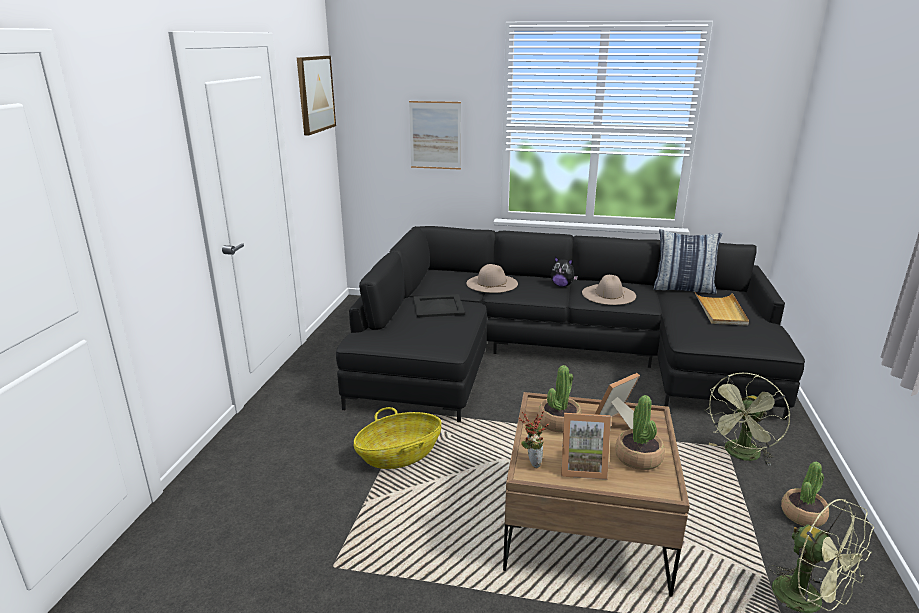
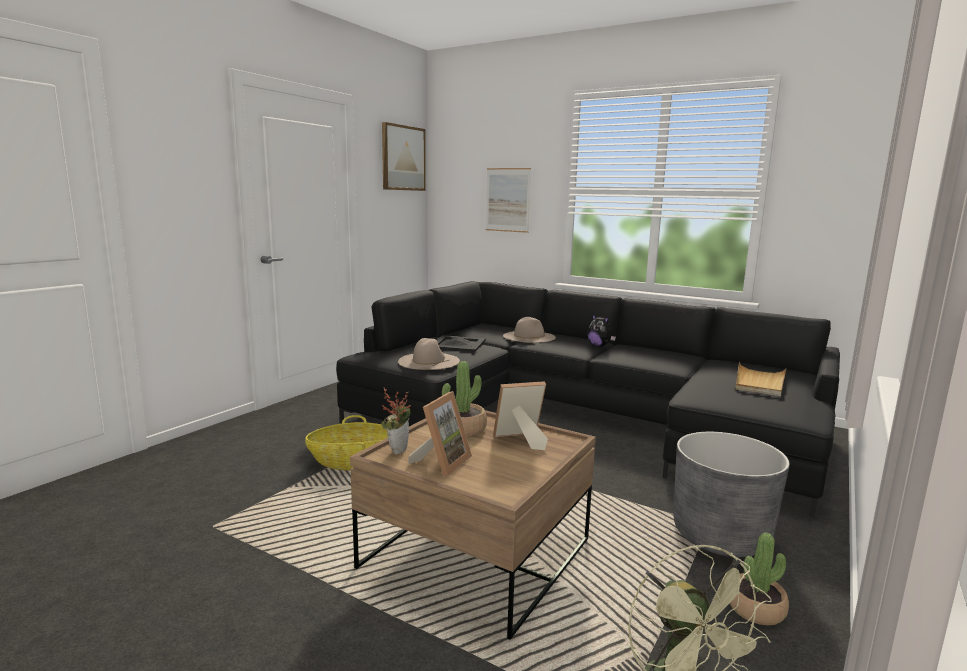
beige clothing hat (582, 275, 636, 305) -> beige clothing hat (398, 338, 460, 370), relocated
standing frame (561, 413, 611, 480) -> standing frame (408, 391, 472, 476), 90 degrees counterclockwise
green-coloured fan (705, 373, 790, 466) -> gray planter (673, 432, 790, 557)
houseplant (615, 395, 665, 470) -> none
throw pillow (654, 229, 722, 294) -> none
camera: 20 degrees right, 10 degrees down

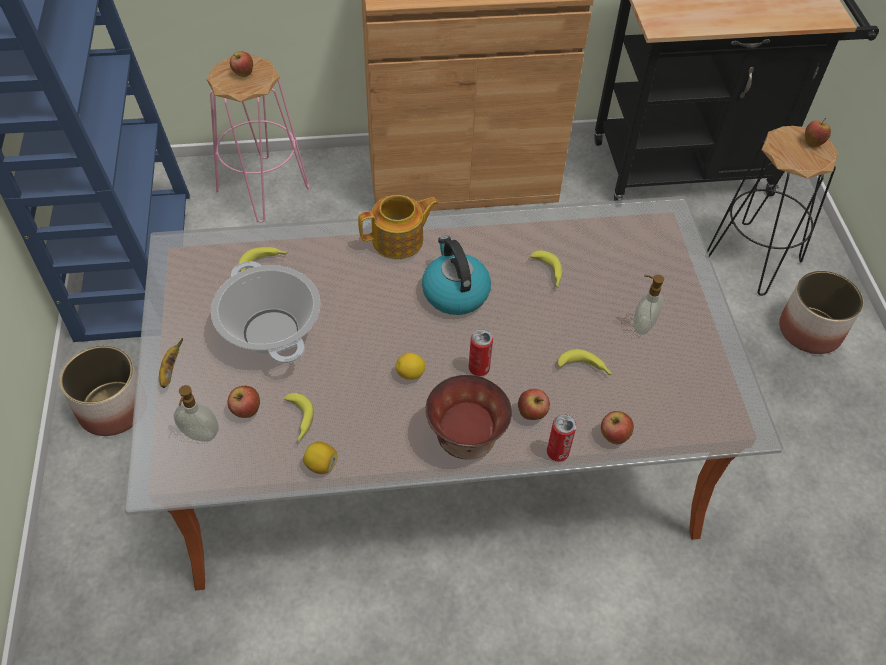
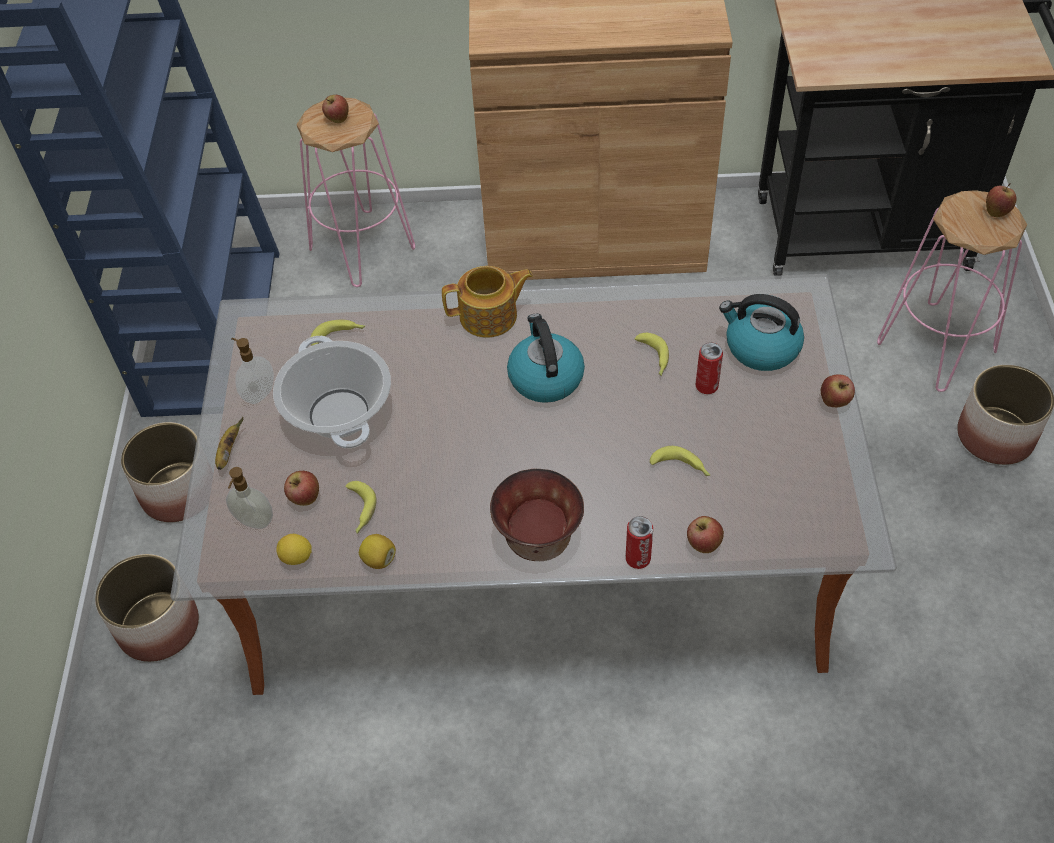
none -> planter (95, 554, 199, 662)
liquid soap bottle (633, 275, 664, 335) -> liquid soap bottle (231, 338, 274, 404), relocated
whole lemon (396, 353, 426, 380) -> whole lemon (276, 534, 312, 565), relocated
sealed can (469, 329, 493, 376) -> sealed can (696, 342, 723, 394), relocated
none -> tea kettle (719, 294, 804, 371)
whole apple (518, 389, 550, 420) -> whole apple (821, 374, 855, 407), relocated
black sitting stool (707, 126, 838, 296) -> pink sitting stool (877, 190, 1027, 392)
camera: 10 degrees right, 0 degrees up

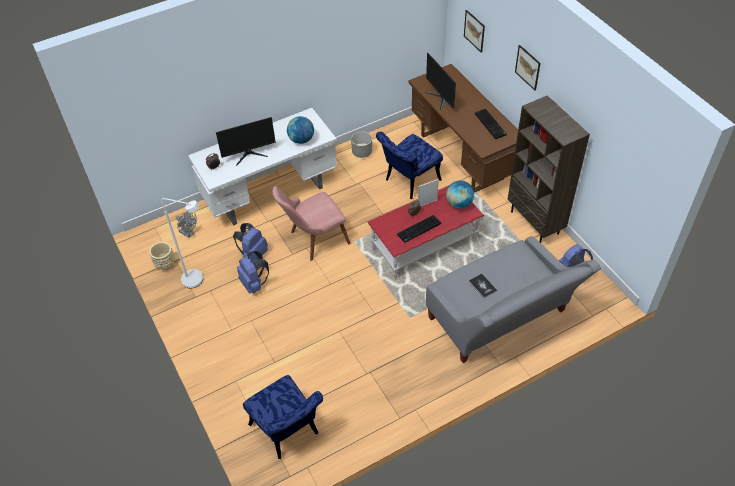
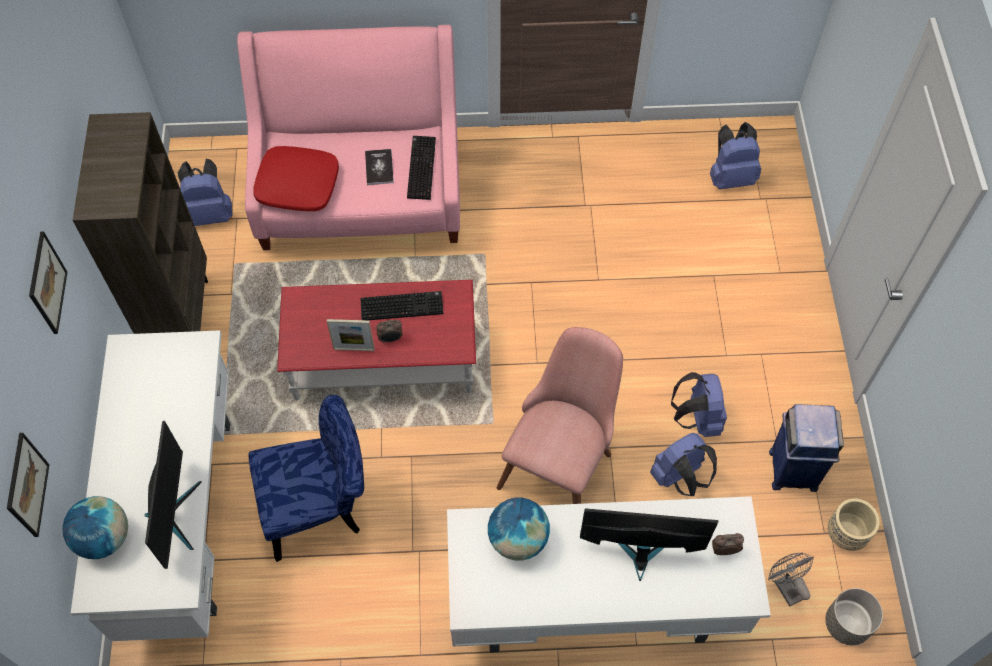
world globe (446, 180, 474, 209) -> world globe (62, 496, 128, 559), relocated
brown-coloured desk table (408, 64, 518, 192) -> white-coloured desk table (71, 330, 230, 641)
gray settee (426, 236, 601, 363) -> pink settee (237, 25, 460, 250)
none -> red-coloured throw pillow (253, 146, 339, 211)
PC keyboard (475, 109, 507, 139) -> PC keyboard (407, 136, 436, 200), relocated
pink upright chair (272, 186, 351, 261) -> pink upright chair (497, 327, 623, 504), 60 degrees counterclockwise
blue upright chair (243, 375, 323, 459) -> blue rucksack (710, 122, 761, 190)
white-coloured standard lamp (162, 198, 203, 289) -> blue rubbish bin (769, 404, 844, 492)
gray planter (351, 132, 372, 158) -> gray planter (825, 588, 883, 645), relocated
camera: 155 degrees left, 10 degrees up

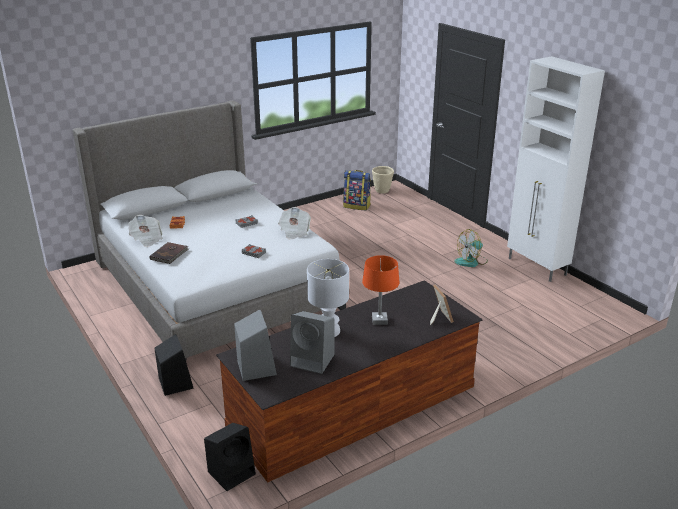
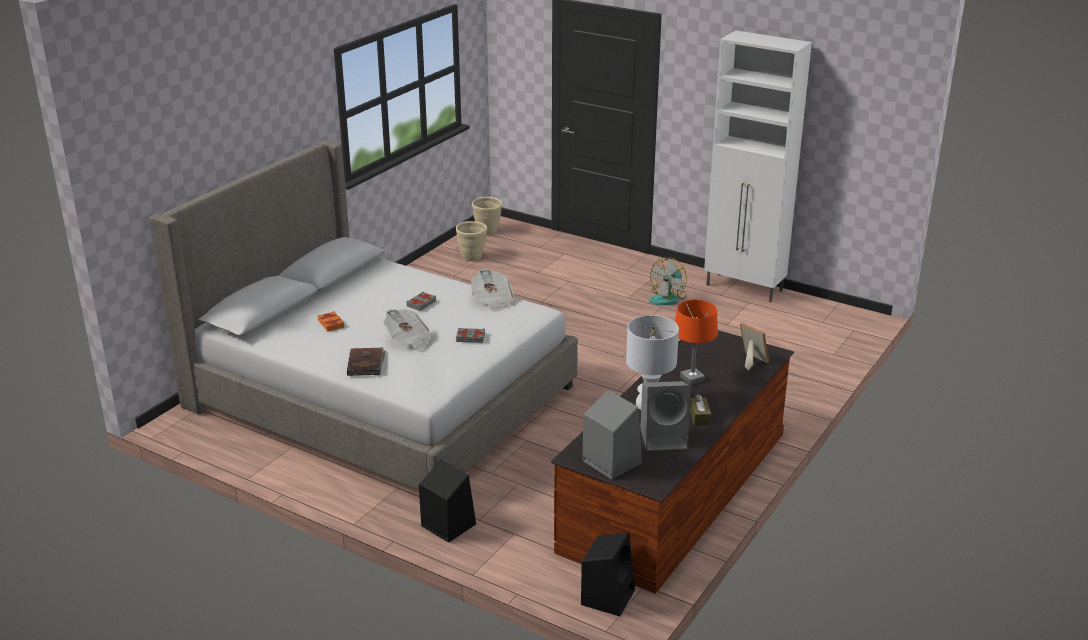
daily paper (128, 215, 163, 247) -> daily paper (384, 309, 433, 350), relocated
rucksack (343, 170, 371, 210) -> beige planter (456, 221, 487, 261)
none -> brown-coloured tissue holder (690, 394, 711, 426)
camera: 25 degrees left, 0 degrees up

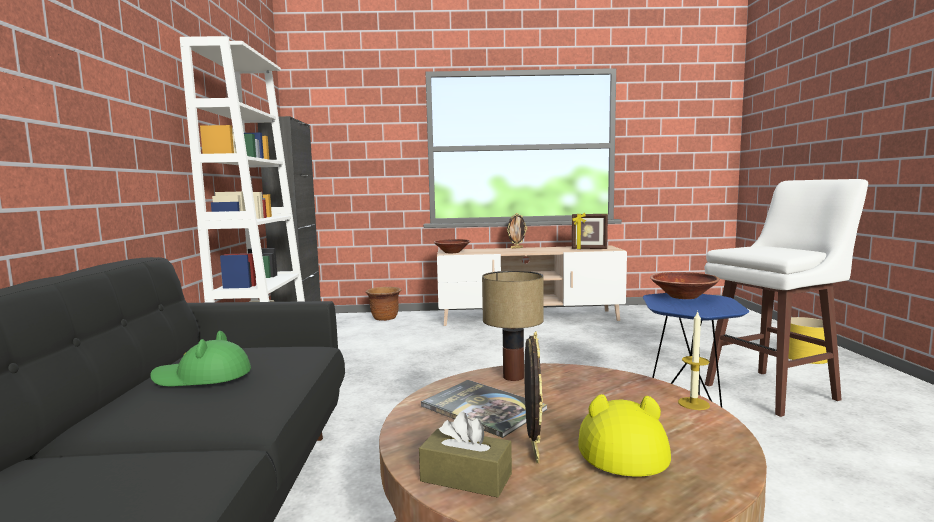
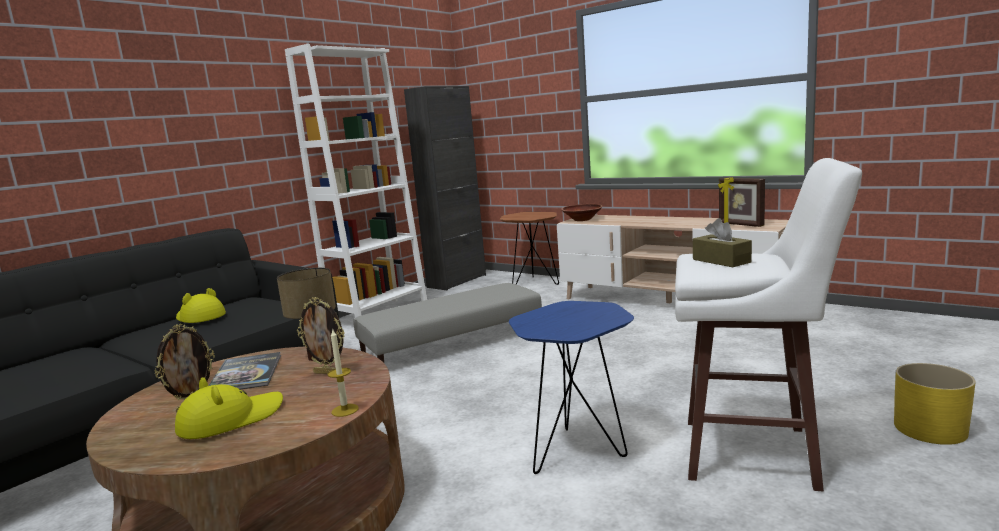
green-coloured clothing hat (150, 331, 251, 386) -> yellow clothing hat (176, 288, 226, 323)
standing frame (507, 213, 527, 249) -> standing frame (297, 297, 344, 374), relocated
none -> gray pouffe (353, 283, 542, 363)
brown-coloured planter (366, 287, 402, 321) -> brown-coloured end table (500, 212, 559, 285)
brown-coloured tissue holder (419, 412, 512, 498) -> brown-coloured tissue holder (693, 218, 752, 267), relocated
brown-coloured bowl (650, 272, 720, 299) -> none
camera: 40 degrees right, 5 degrees up

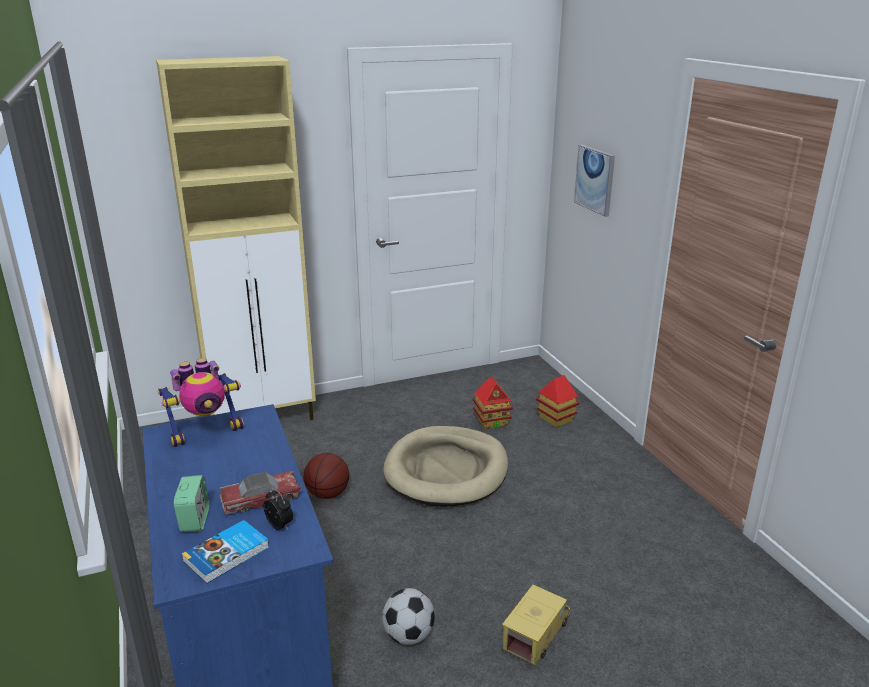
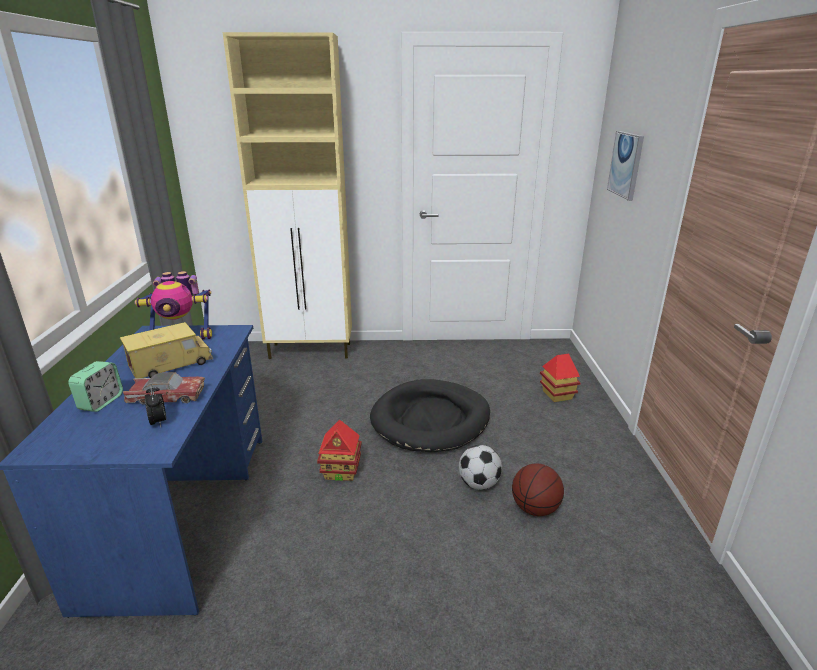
toy truck (502, 585, 570, 665) -> toy truck (120, 322, 213, 378), relocated
miniature house (473, 376, 513, 429) -> miniature house (317, 420, 362, 481), relocated
beige pet bed (383, 426, 508, 507) -> black pet bed (370, 379, 490, 452)
football (382, 588, 435, 645) -> football (459, 445, 502, 490), relocated
basketball ball (304, 453, 349, 499) -> basketball ball (512, 464, 564, 516), relocated
volume (181, 520, 269, 584) -> none
camera: 20 degrees right, 0 degrees up

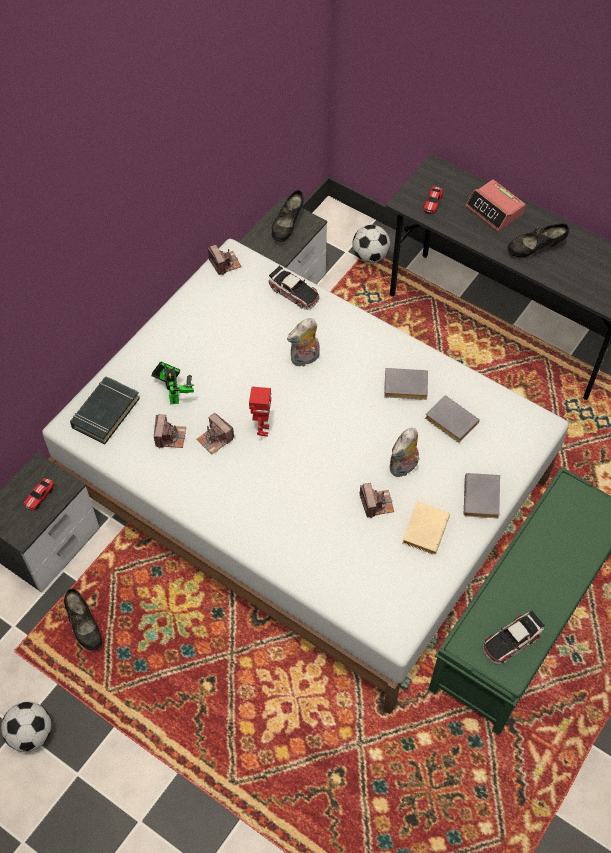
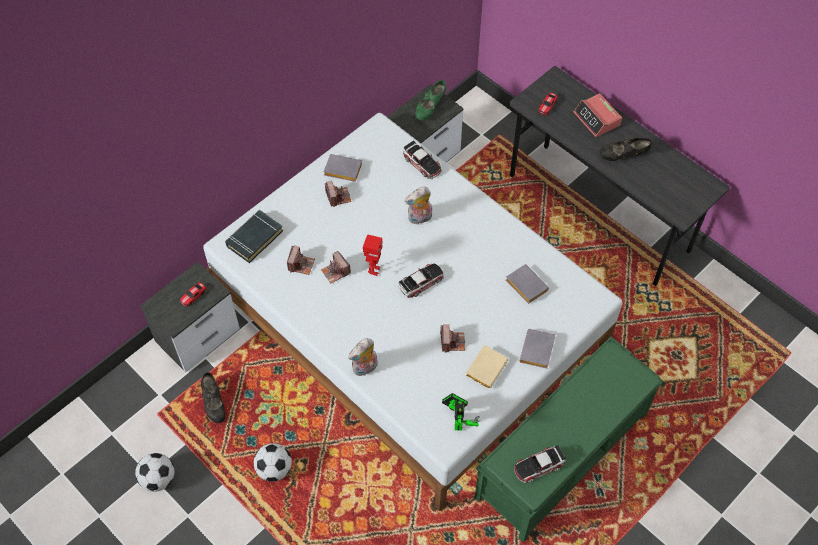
football (352, 225, 390, 263) -> football (254, 443, 292, 482), relocated
gray volume (384, 368, 428, 400) -> gray volume (324, 154, 362, 182), relocated
still camera (208, 245, 241, 275) -> still camera (325, 181, 351, 207), relocated
cuddly toy (389, 428, 419, 478) -> cuddly toy (348, 338, 378, 376), relocated
none -> miniature car (398, 263, 444, 298)
black item of footwear (272, 190, 304, 242) -> green-coloured item of footwear (415, 80, 446, 121)
toy robot (152, 362, 194, 404) -> toy robot (442, 393, 480, 431), relocated
camera: 10 degrees right, 0 degrees up

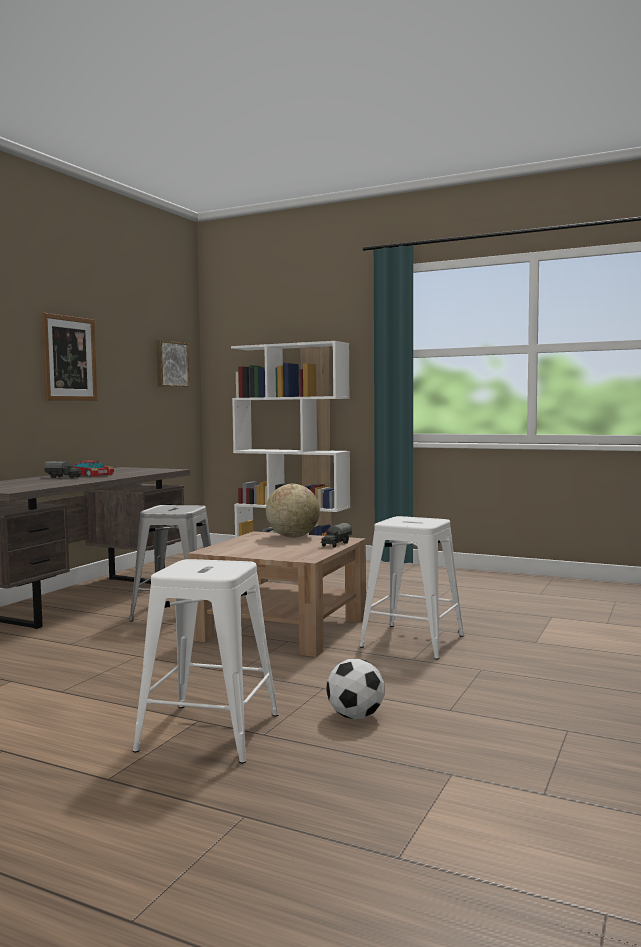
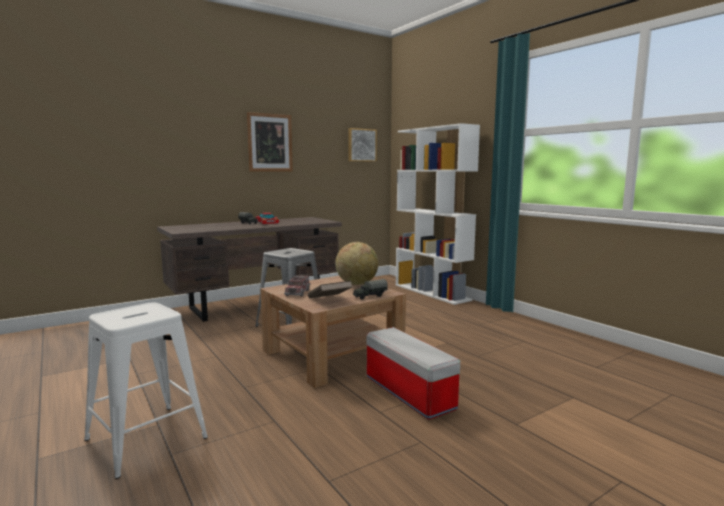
none -> toy truck (284, 275, 311, 297)
none -> brown-coloured volume (308, 281, 352, 298)
white-coloured sitting stool (359, 516, 464, 659) -> storage bin (366, 327, 460, 420)
football (327, 659, 385, 719) -> none
camera: 30 degrees right, 5 degrees up

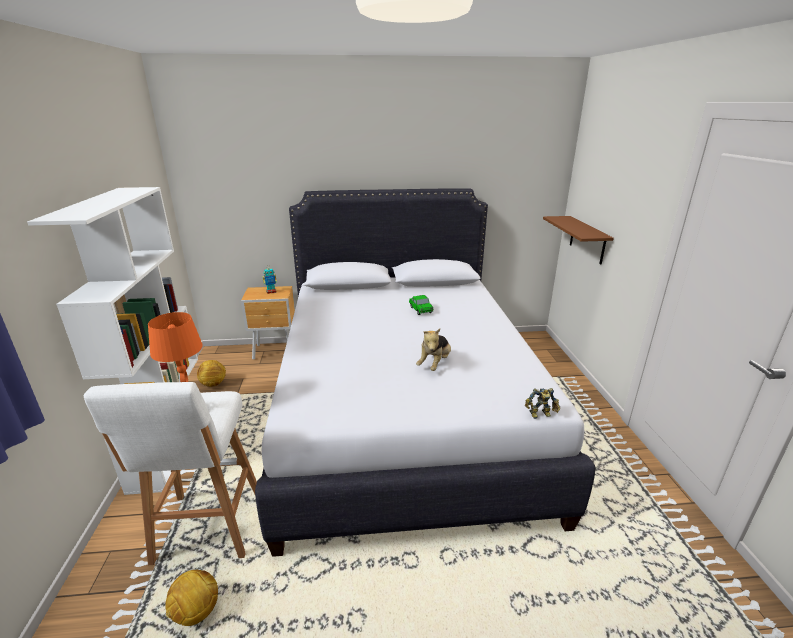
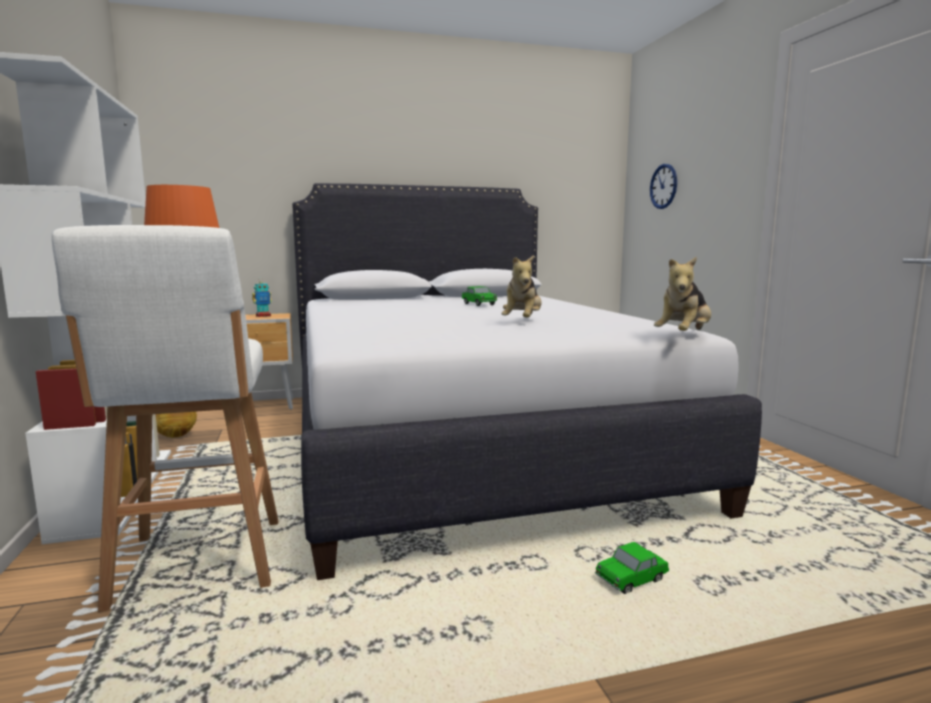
none -> miniature car (595, 542, 669, 594)
none -> clock on the wall (650, 164, 677, 209)
toy robot (525, 388, 560, 419) -> cuddly toy (654, 257, 711, 331)
football (165, 570, 218, 626) -> none
brown-coloured wall shelf (543, 216, 614, 265) -> none
camera: 10 degrees left, 15 degrees down

